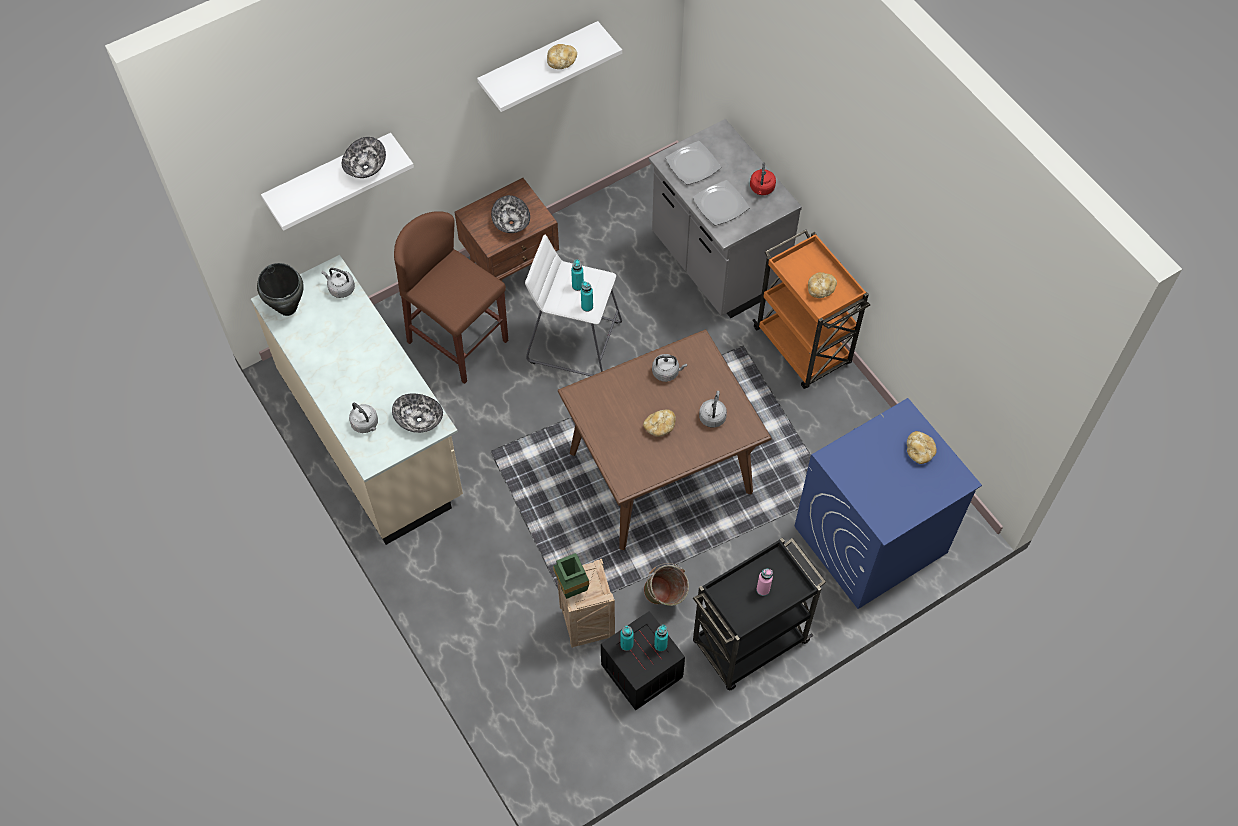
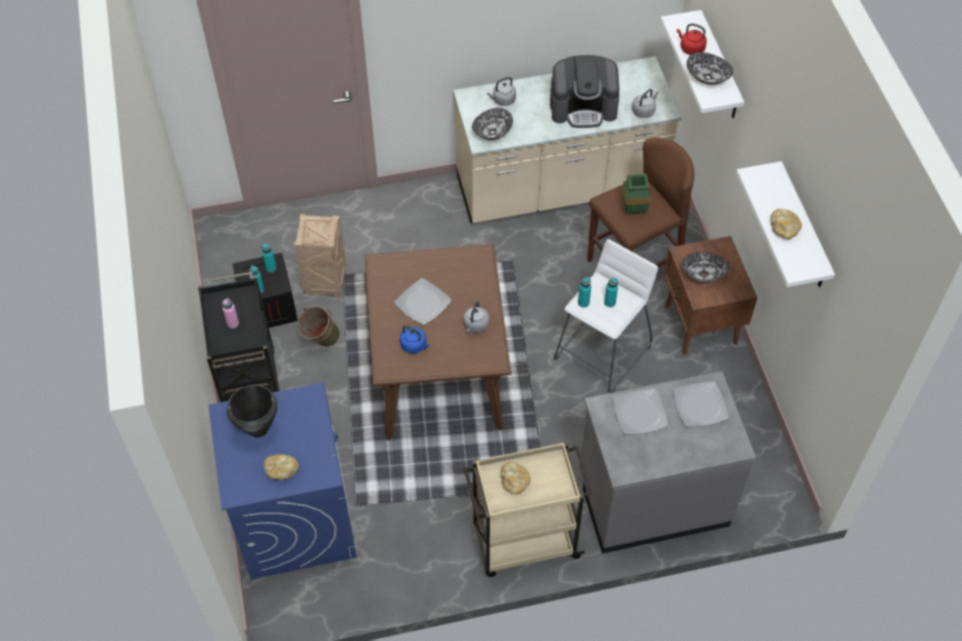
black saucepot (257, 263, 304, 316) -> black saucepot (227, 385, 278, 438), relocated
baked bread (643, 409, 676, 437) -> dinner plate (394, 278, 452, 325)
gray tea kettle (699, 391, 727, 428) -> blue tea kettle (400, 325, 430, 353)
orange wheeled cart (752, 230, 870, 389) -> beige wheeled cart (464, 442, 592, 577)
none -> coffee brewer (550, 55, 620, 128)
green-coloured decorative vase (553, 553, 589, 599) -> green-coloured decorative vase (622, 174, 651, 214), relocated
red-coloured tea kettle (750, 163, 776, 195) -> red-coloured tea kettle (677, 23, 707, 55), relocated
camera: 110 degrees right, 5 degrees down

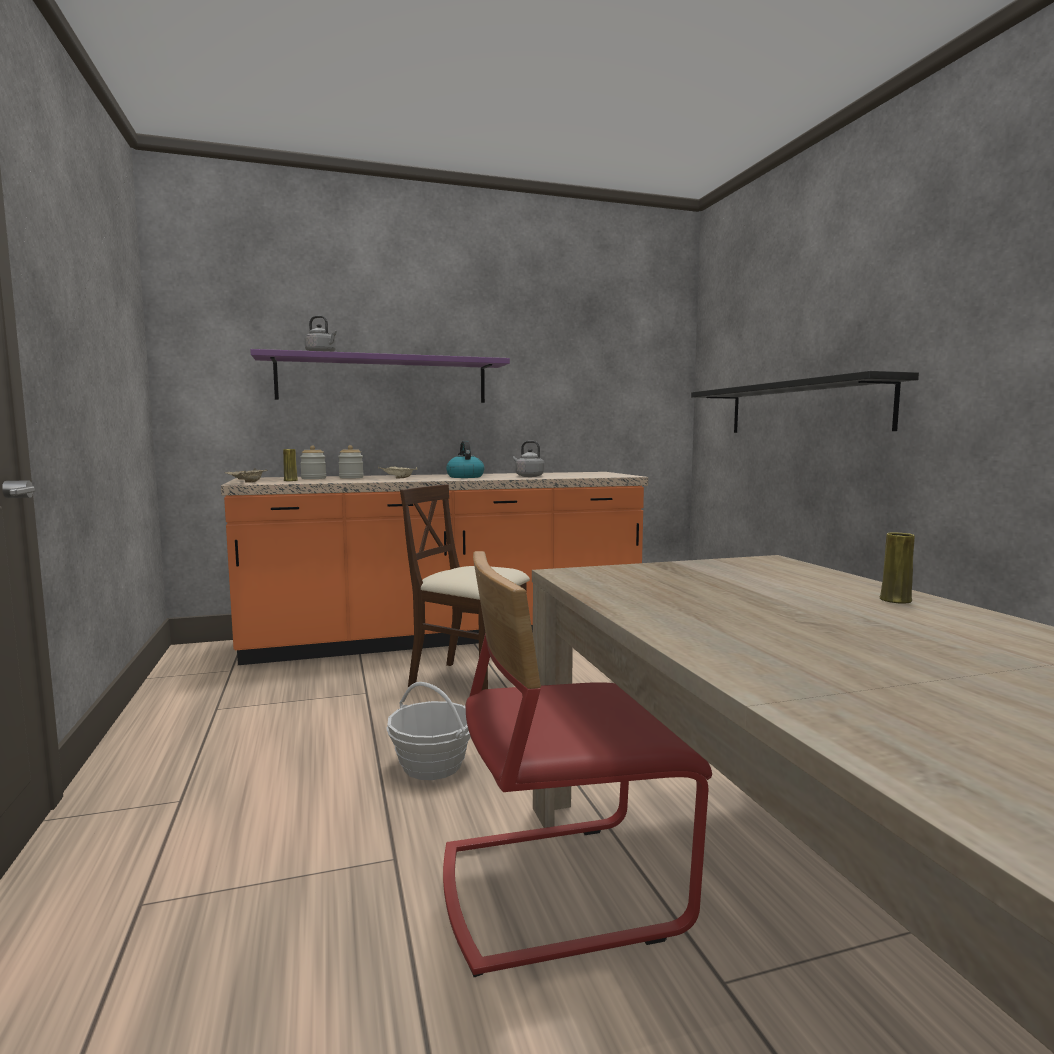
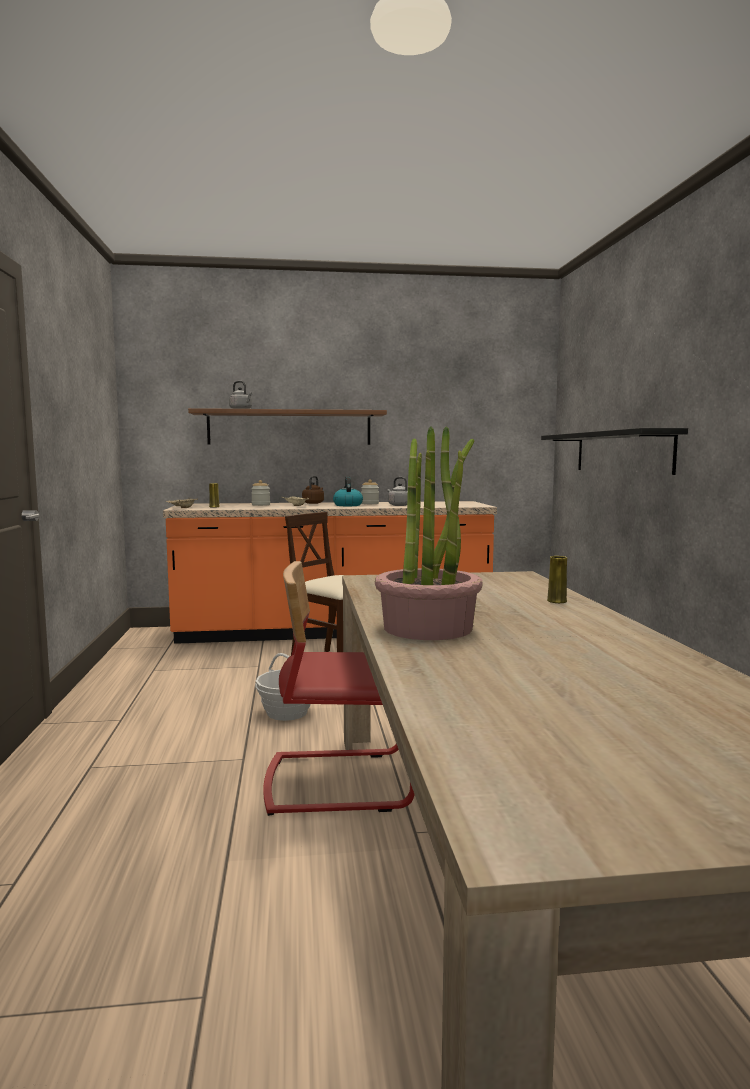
purplish wall shelf (250, 349, 510, 403) -> brown-coloured wall shelf (188, 408, 387, 445)
none -> brown-coloured tea kettle (302, 476, 324, 504)
storage jar (300, 445, 326, 479) -> storage jar (361, 479, 379, 504), relocated
none -> houseplant (375, 426, 483, 640)
camera: 10 degrees right, 0 degrees up

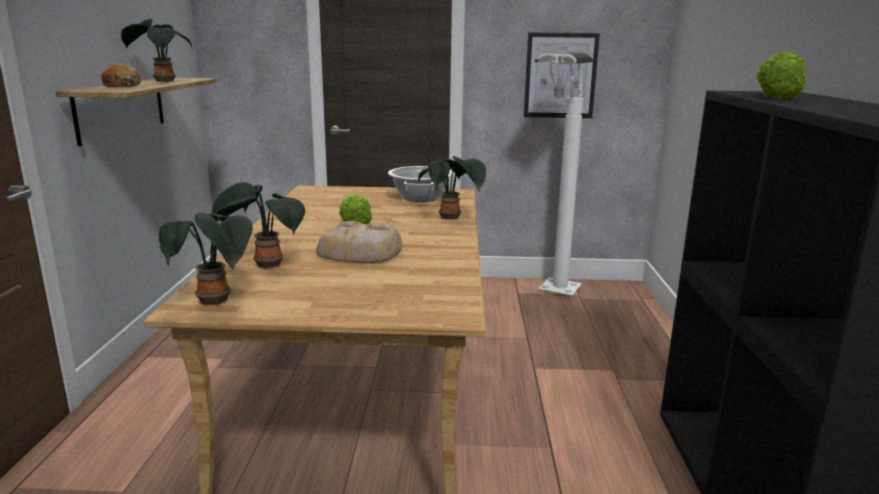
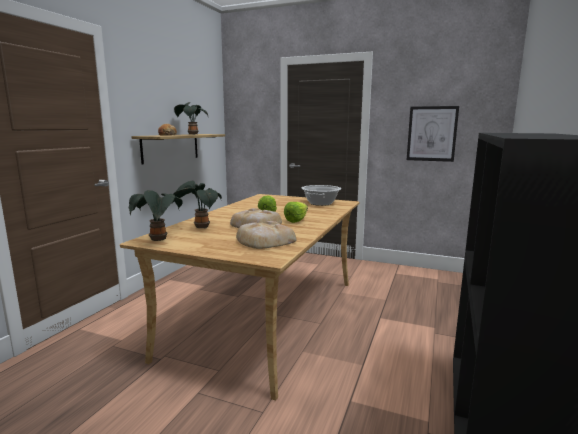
none -> baked bread (236, 221, 297, 249)
lettuce head (756, 51, 807, 99) -> lettuce head (284, 202, 308, 223), relocated
houseplant (418, 156, 486, 220) -> none
white-coloured standard lamp (535, 52, 593, 297) -> none
camera: 20 degrees right, 5 degrees down

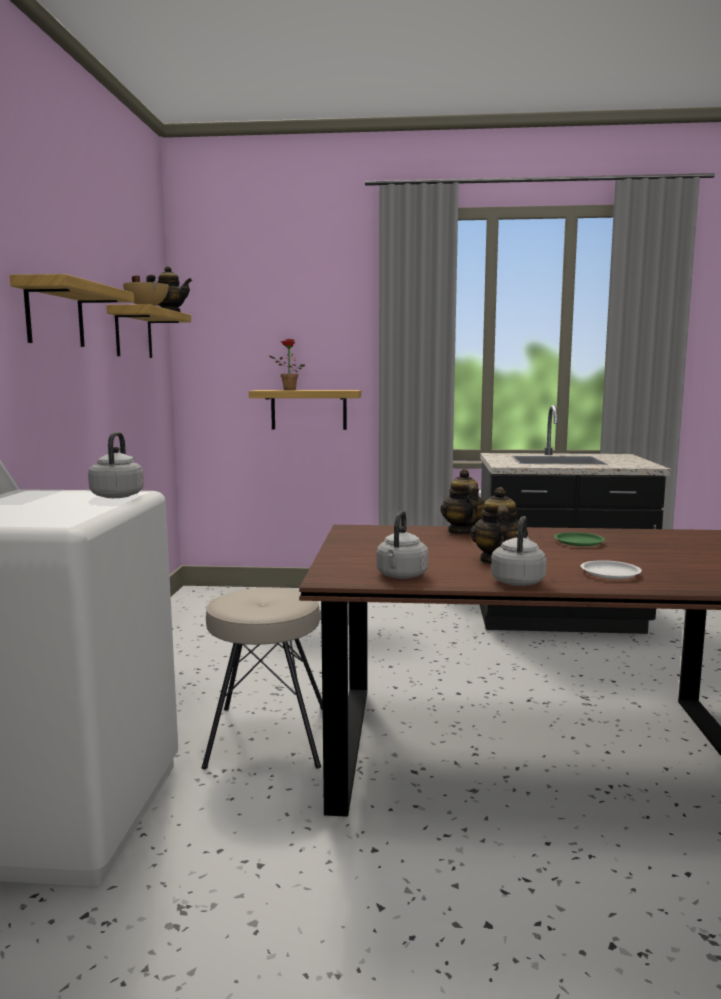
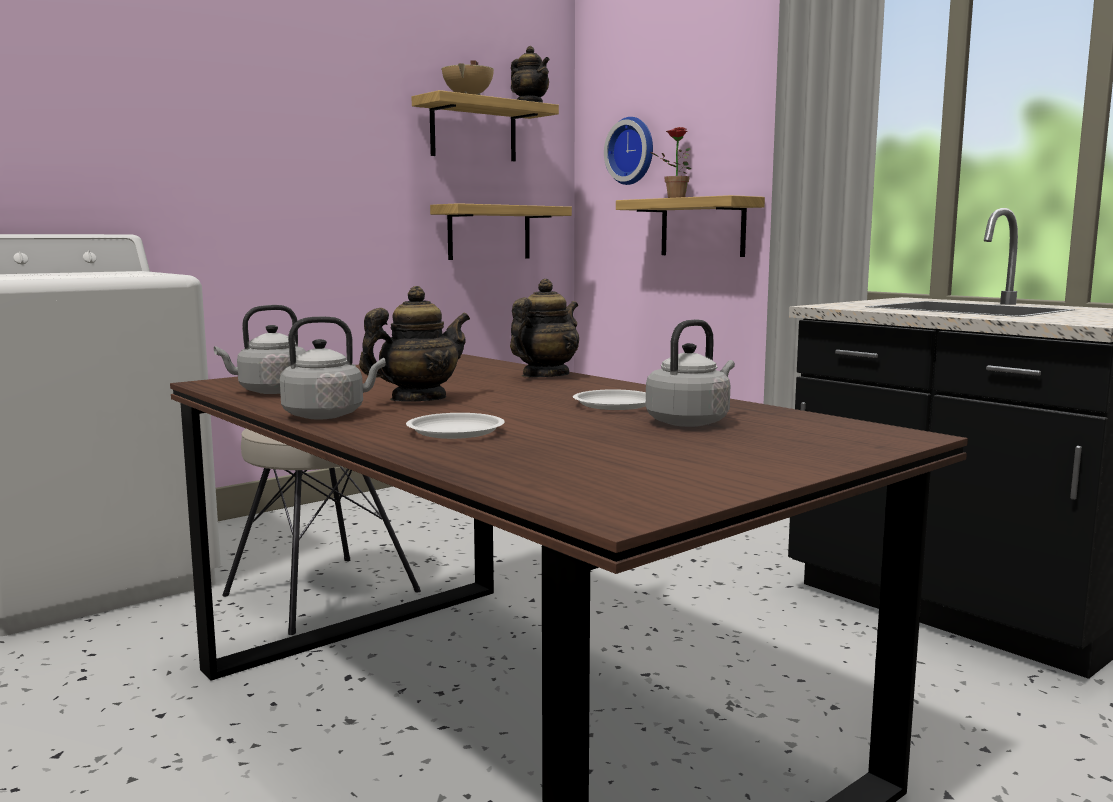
wall shelf (10, 274, 134, 347) -> wall shelf (430, 203, 572, 260), relocated
green-coloured dinner plate (554, 532, 605, 546) -> white-coloured dinner plate (573, 390, 646, 410)
none -> clock on the wall (604, 117, 653, 185)
gray tea kettle (88, 432, 144, 498) -> gray tea kettle (646, 320, 735, 427), relocated
camera: 45 degrees right, 0 degrees up

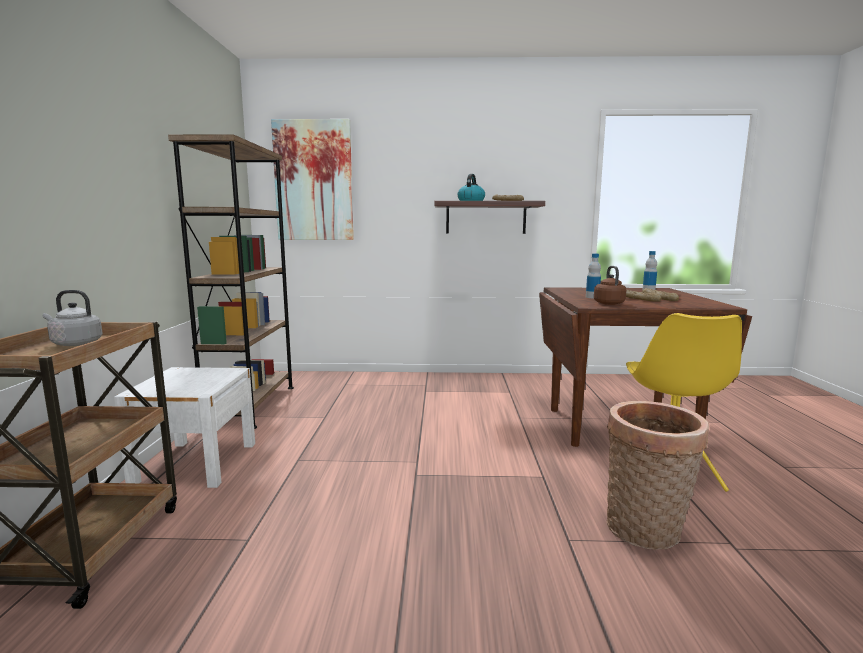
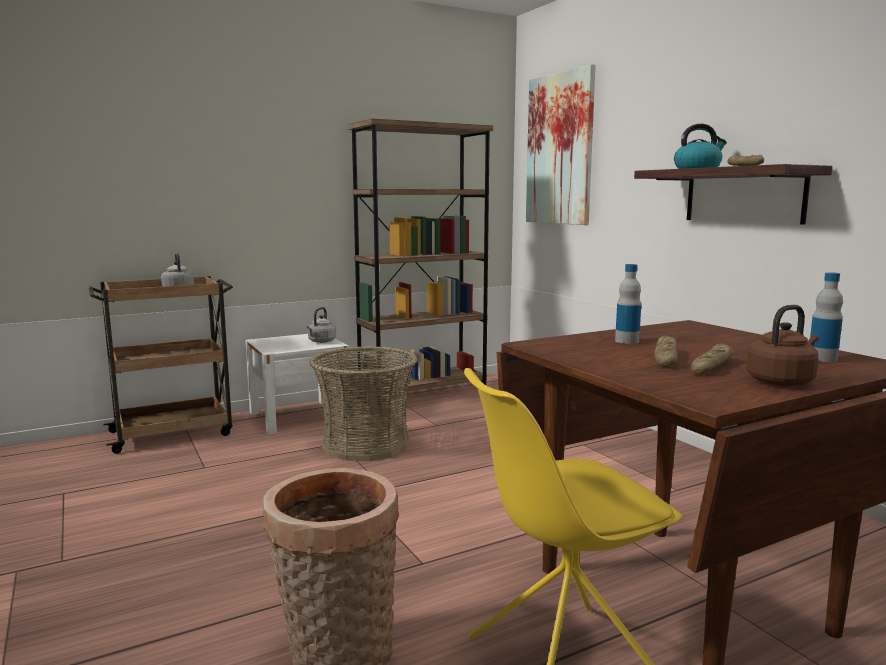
none -> gray tea kettle (307, 307, 336, 343)
none -> storage basket (309, 346, 418, 461)
brown-coloured tea kettle (594, 266, 626, 305) -> brown-coloured tea kettle (746, 305, 819, 386), relocated
camera: 60 degrees right, 0 degrees up

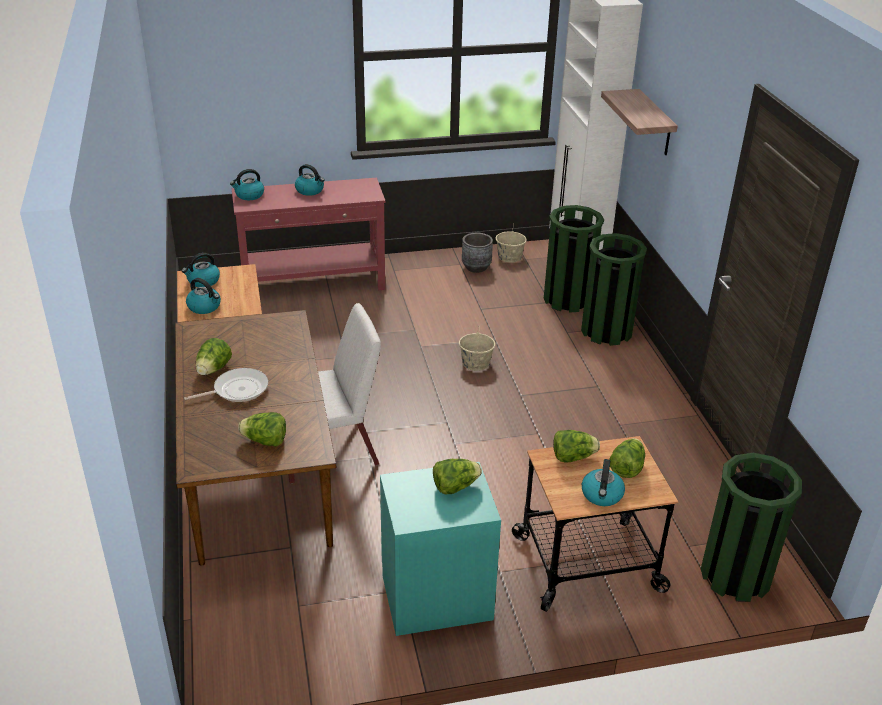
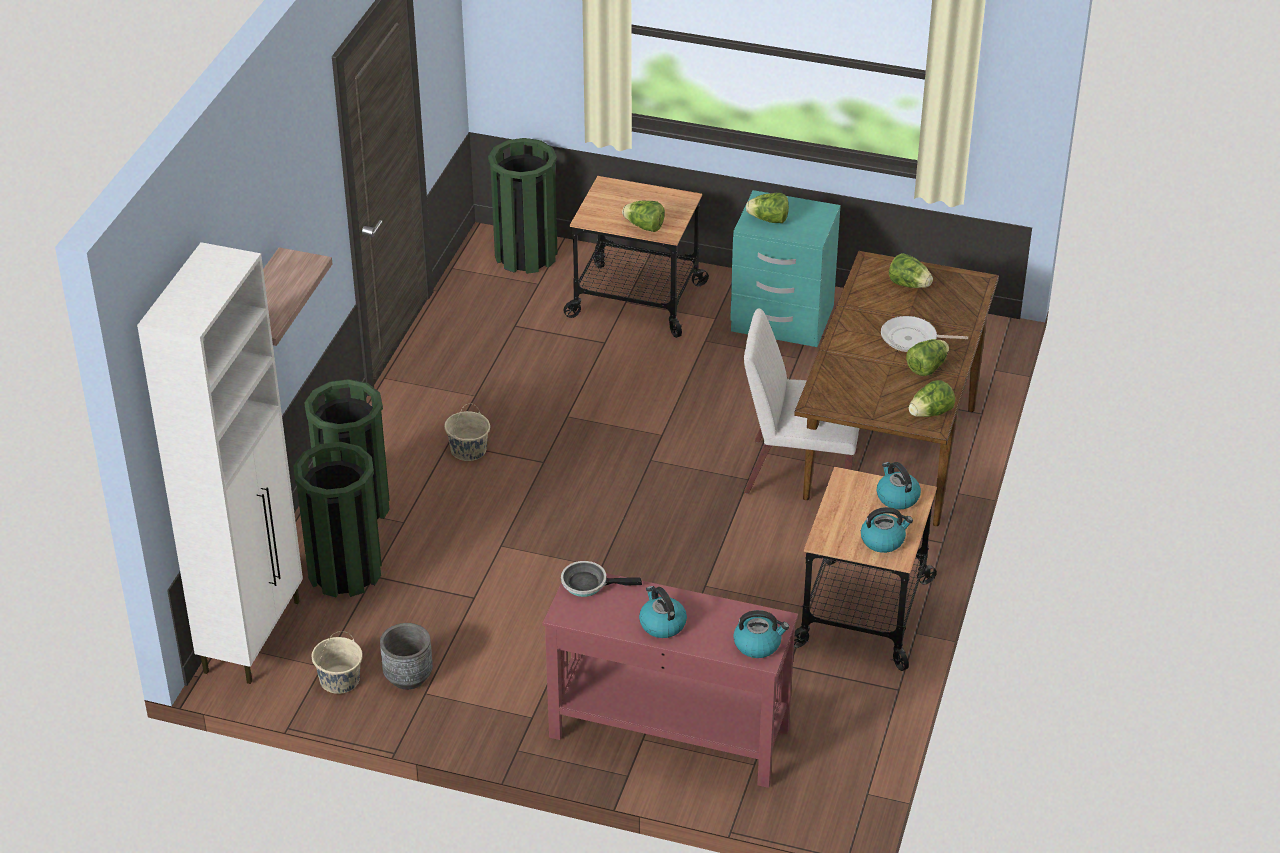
beige water bucket (459, 326, 495, 371) -> beige water bucket (444, 403, 490, 461), relocated
none -> skillet (561, 561, 642, 597)
lettuce head (609, 438, 645, 478) -> lettuce head (909, 380, 955, 417), relocated
tea kettle (582, 459, 625, 506) -> none
camera: 150 degrees left, 5 degrees up

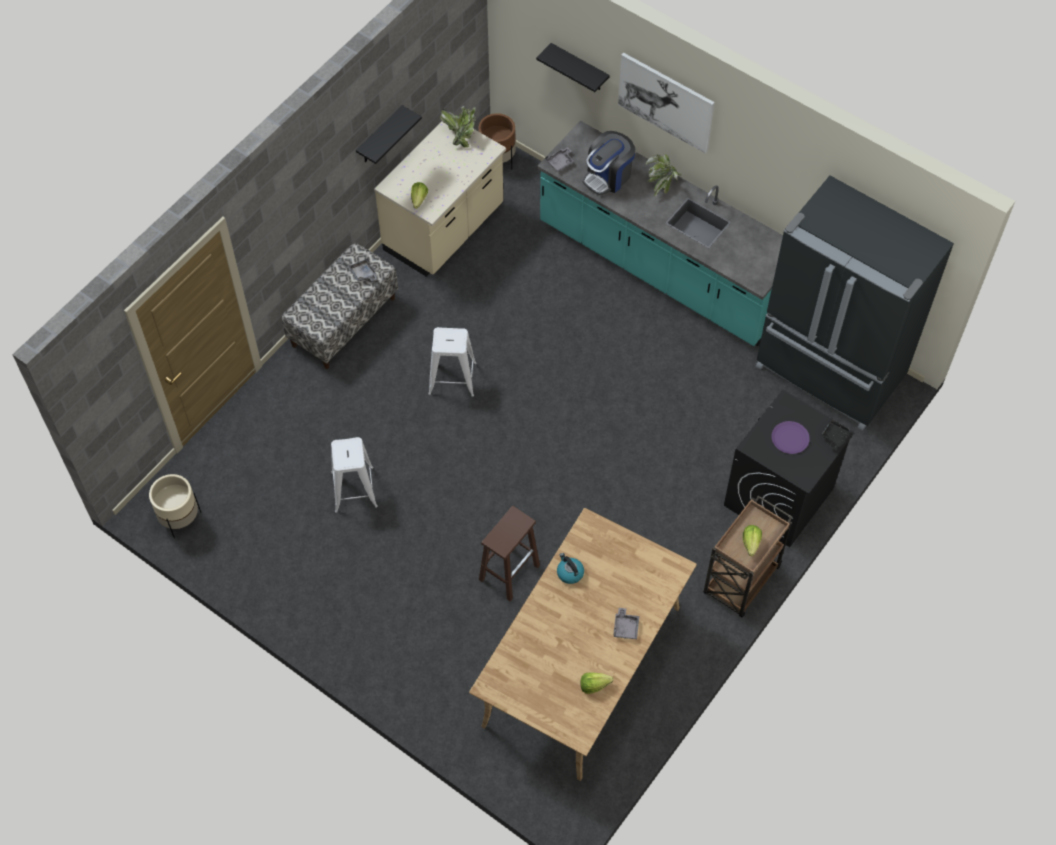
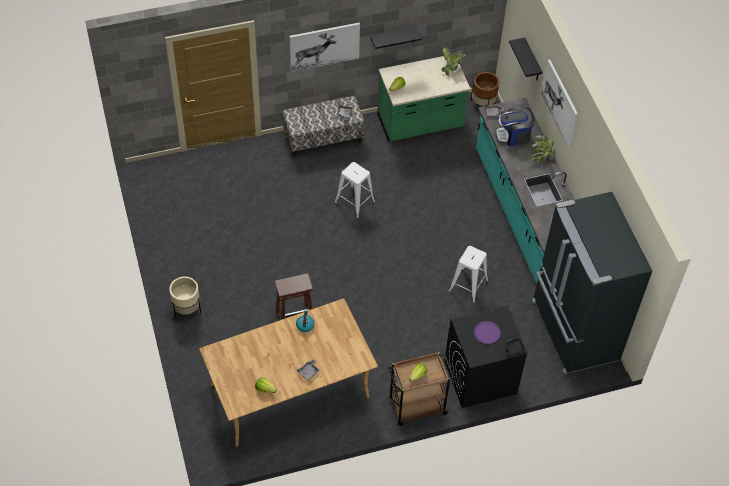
beige planter (149, 474, 201, 538) -> beige planter (169, 277, 201, 318), relocated
none -> picture (289, 23, 360, 72)
beige kitchen base unit (374, 122, 506, 277) -> green-coloured kitchen base unit (377, 56, 471, 142)
white-coloured sitting stool (331, 437, 378, 513) -> white-coloured sitting stool (449, 246, 488, 302), relocated
camera: 35 degrees right, 5 degrees down

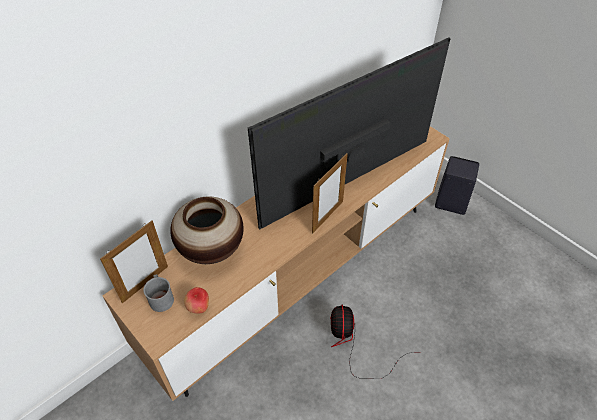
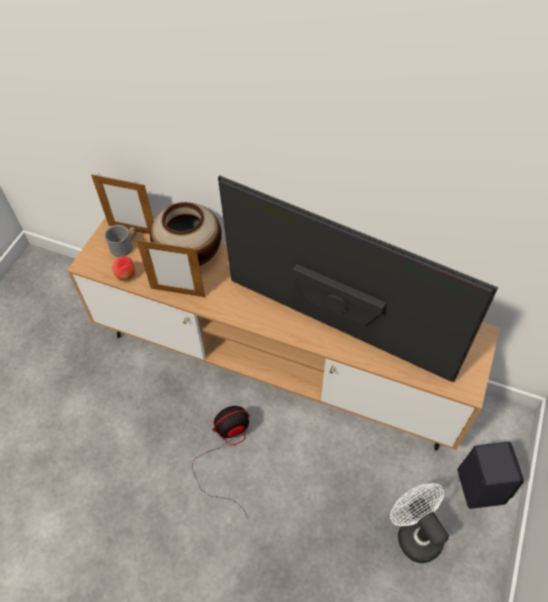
standing frame (312, 153, 348, 234) -> standing frame (136, 239, 205, 297), relocated
none -> white-coloured fan (390, 483, 449, 563)
camera: 65 degrees right, 5 degrees up

